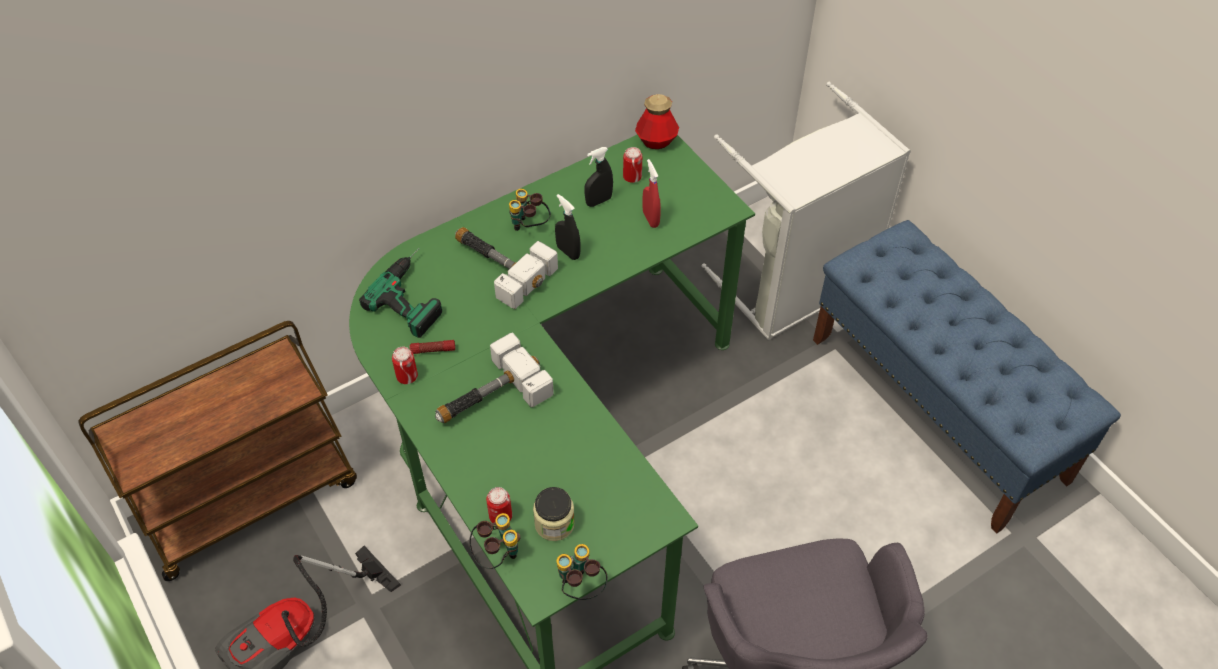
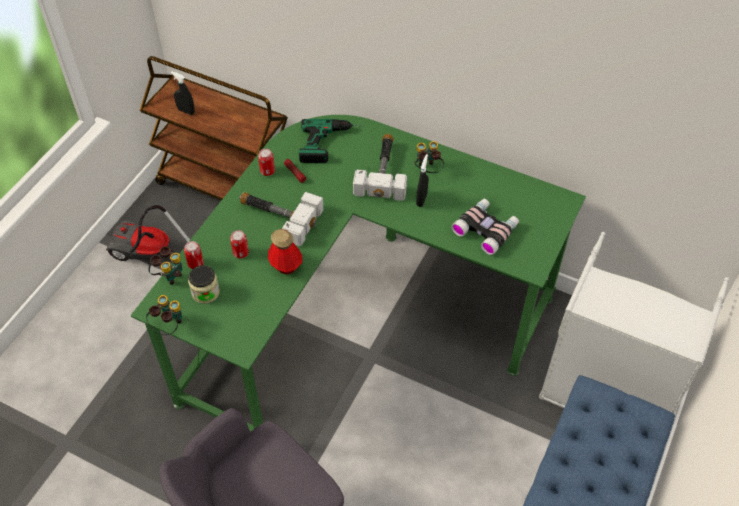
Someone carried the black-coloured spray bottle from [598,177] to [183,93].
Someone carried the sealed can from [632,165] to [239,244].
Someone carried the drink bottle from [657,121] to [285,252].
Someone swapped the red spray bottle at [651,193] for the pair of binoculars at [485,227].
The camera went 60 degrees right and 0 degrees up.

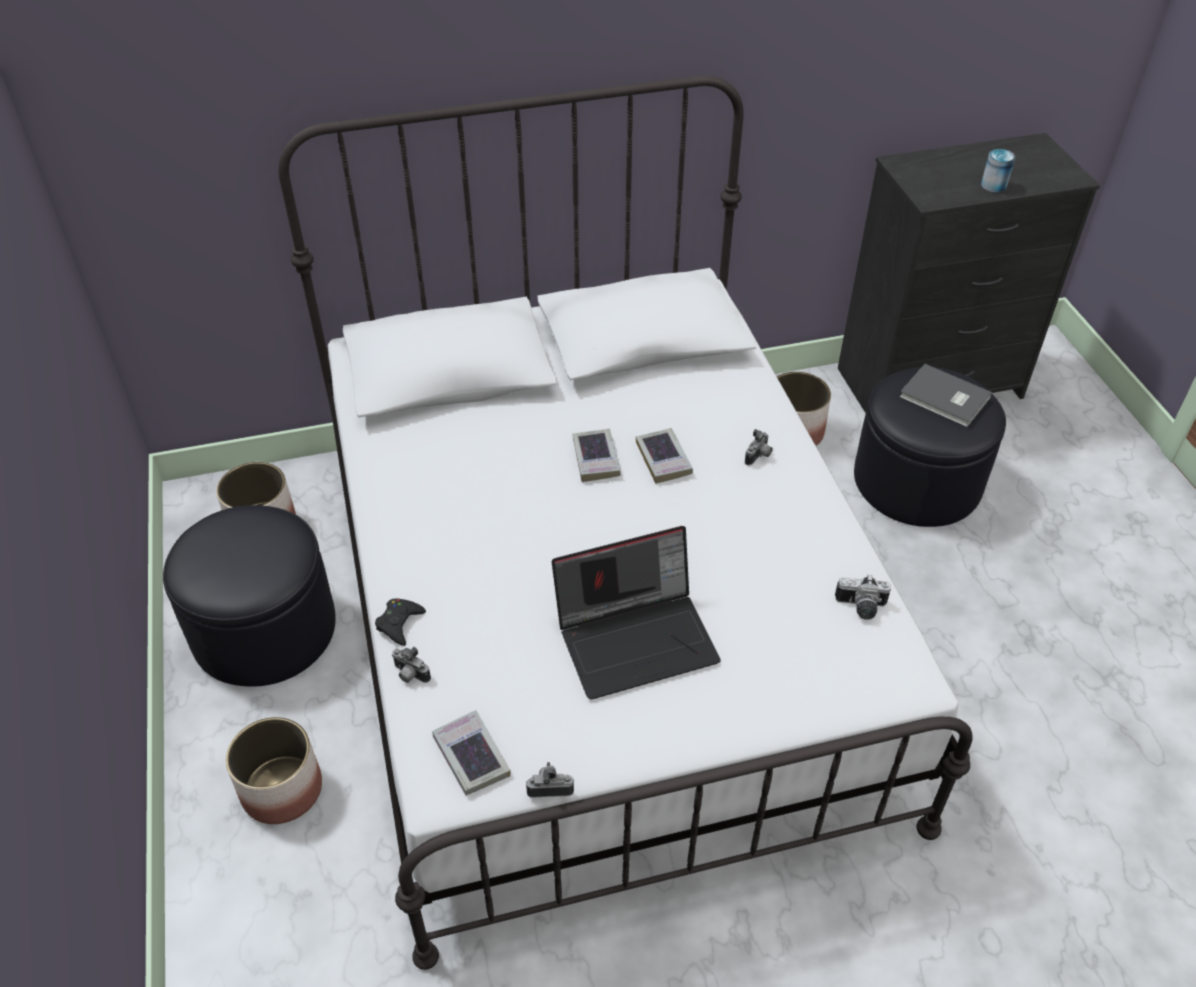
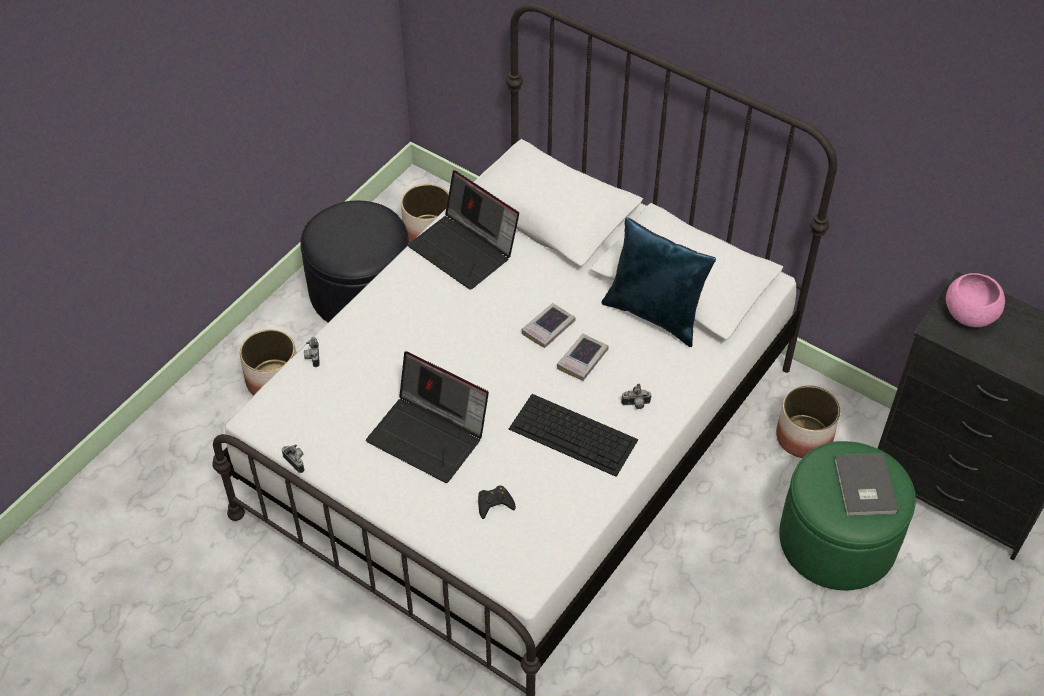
Someone put down the notebook computer at [463,230].
Someone carried the black-coloured gamepad from [400,622] to [497,502].
Someone put down the keyboard at [573,435].
Someone put down the bluish pillow at [658,282].
Someone repainted the black-coloured ottoman at [930,447], which became the green ottoman at [847,515].
Someone put down the pinkish serving bowl at [975,300].
Someone took away the volume at [471,752].
Someone took away the photo camera at [863,597].
Someone took away the sealed can at [998,170].
The camera went 50 degrees right and 5 degrees up.

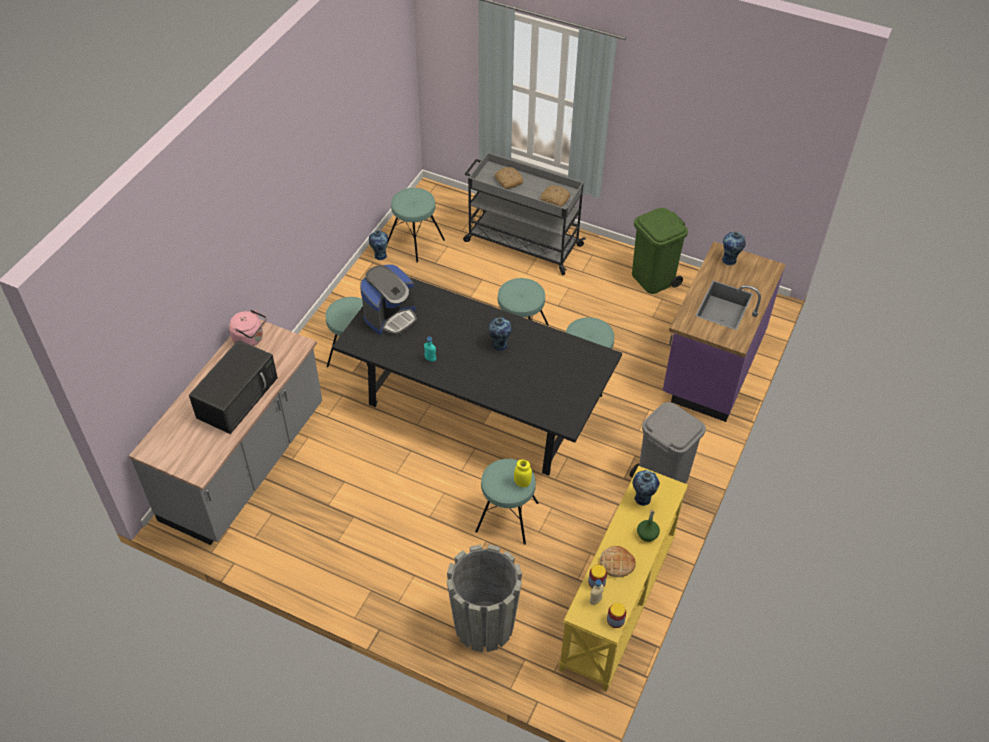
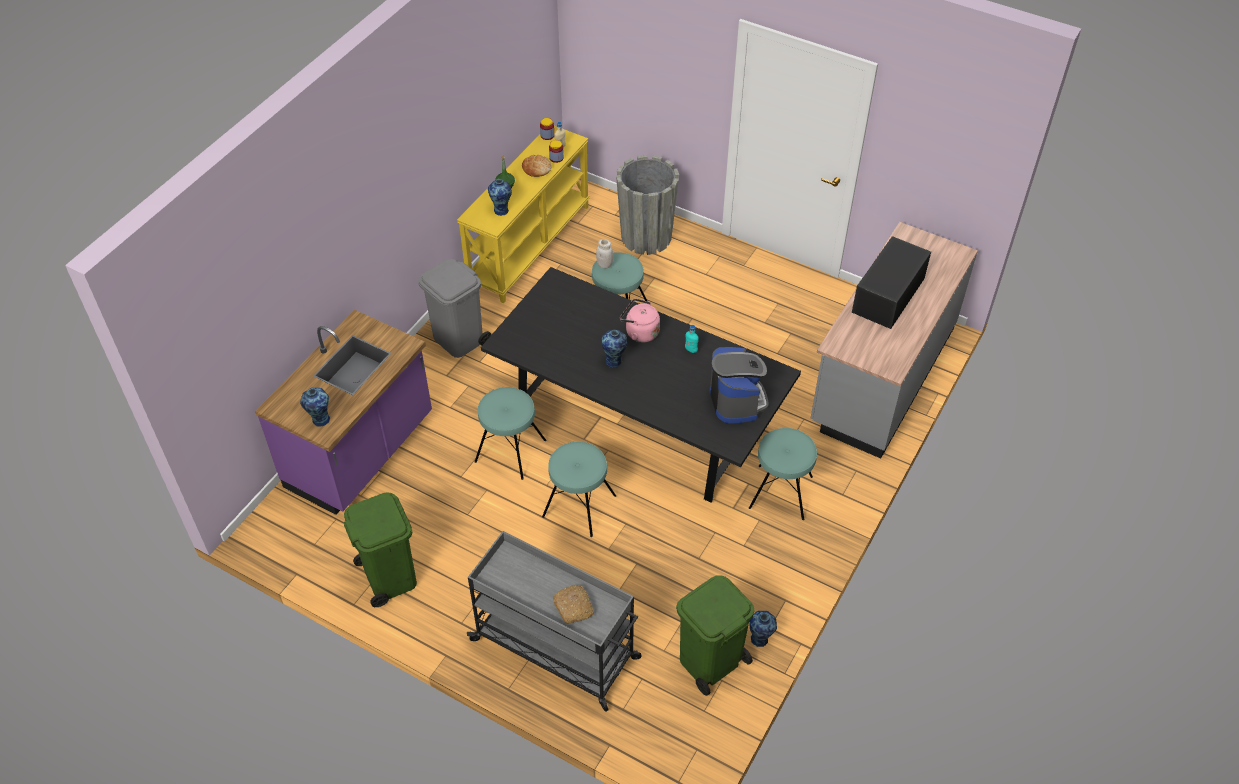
Someone repainted the yellow-coloured storage jar at [523,473], which became the white storage jar at [604,254].
Someone carried the pinkish kettle from [247,328] to [640,320].
Someone swapped the blue-green stool seat at [416,225] for the green waste bin at [715,635].
Someone rotated the coffee brewer at [388,300] by 120 degrees clockwise.
Someone took away the baked bread at [555,196].
The camera went 175 degrees left and 0 degrees up.

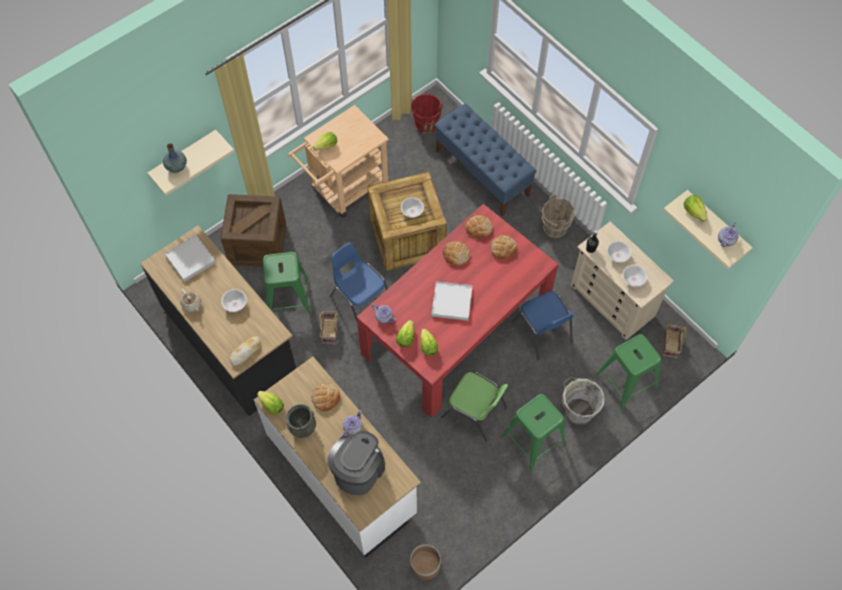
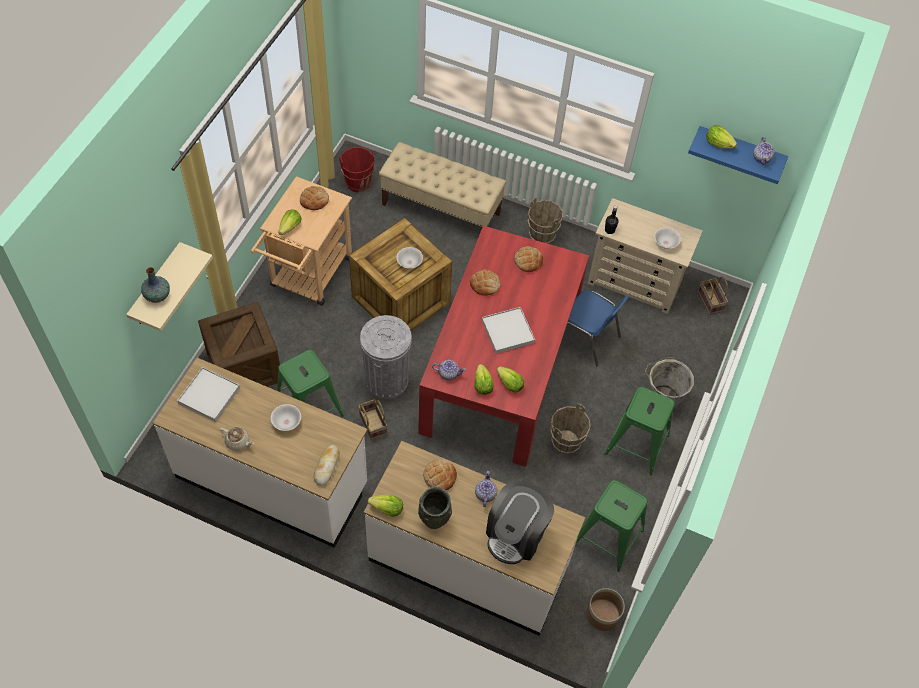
Someone repainted the black-coloured kitchen counter at [218,321], which became the white kitchen counter at [260,453].
Someone carried the baked bread from [479,227] to [314,198].
Someone swapped the bluish plain chair at [359,281] for the greyish waste bin at [386,357].
Someone repainted the bluish long seat at [485,159], which became the sand-coloured long seat at [442,186].
Someone rotated the coffee brewer at [356,463] by 150 degrees counterclockwise.
Someone swapped the green plain chair at [474,407] for the brownish pail at [570,429].
Someone carried the green stool seat from [628,372] to [612,526].
Someone repainted the sand-coloured shelf at [708,229], which became the bluish shelf at [738,155].
Someone took away the white serving bowl at [619,251].
The camera went 30 degrees left and 5 degrees down.

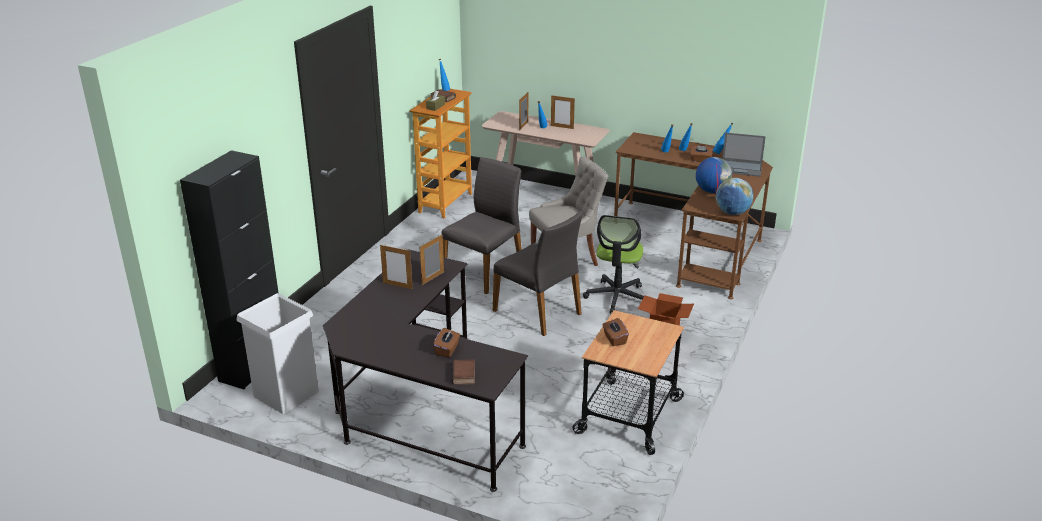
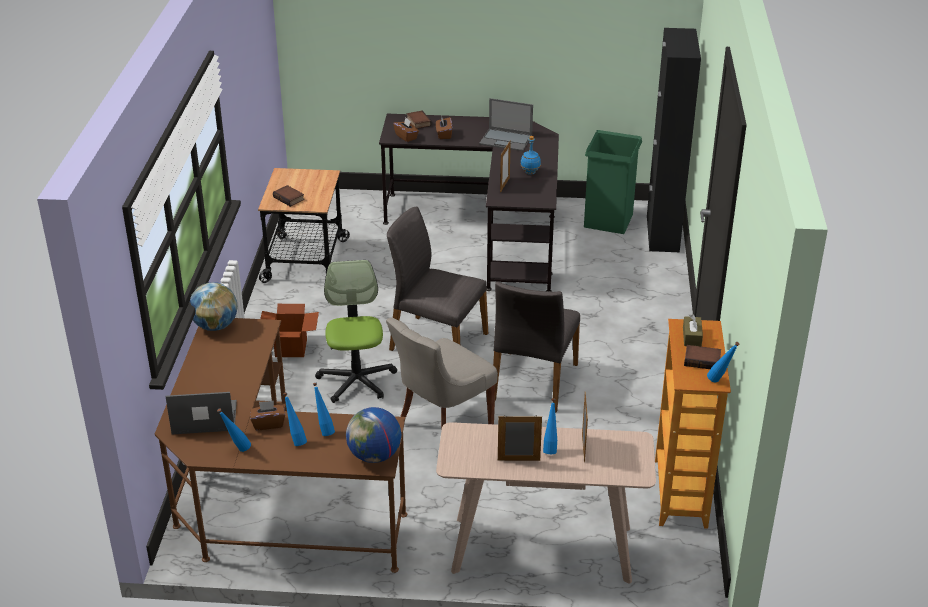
Someone put down the volume at [288,196].
Someone carried the globe from [714,175] to [373,435].
Someone carried the brownish tissue holder from [615,332] to [406,130].
Someone put down the notebook computer at [506,124].
Someone swapped the picture frame at [396,267] for the bluish drink bottle at [530,155].
Someone repainted the white waste bin at [277,353], which became the green waste bin at [613,182].
The camera went 160 degrees right and 5 degrees up.

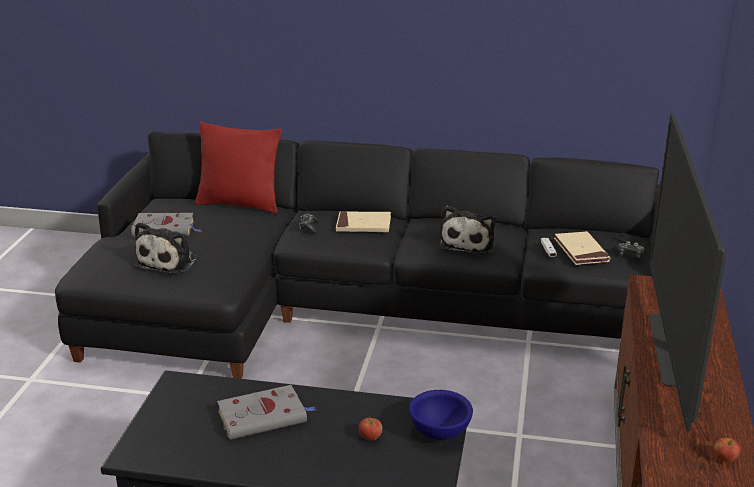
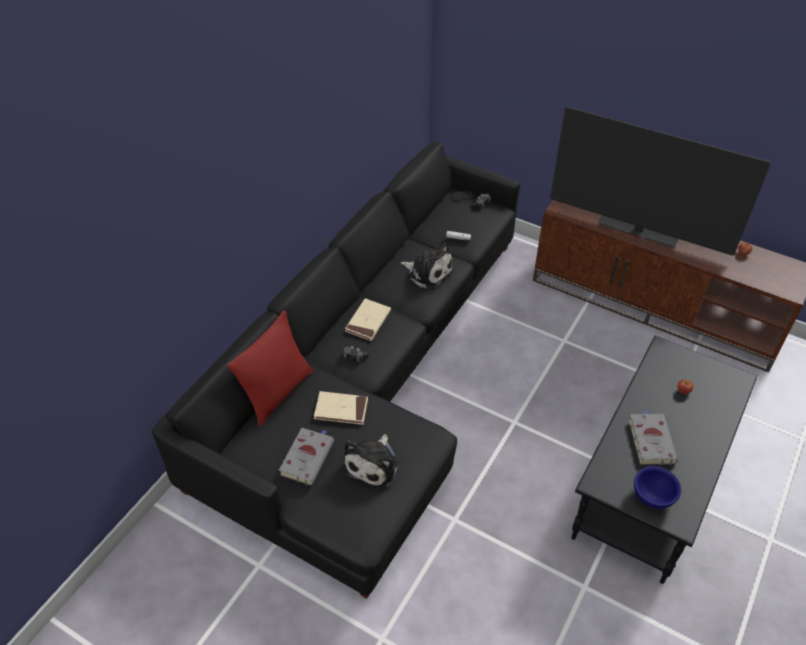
Someone carried the sand-coloured volume from [582,248] to [341,408].
Someone rotated the plush toy at [165,248] by 75 degrees clockwise.
Someone carried the bluish serving bowl from [441,415] to [657,487].
The camera went 70 degrees left and 20 degrees up.

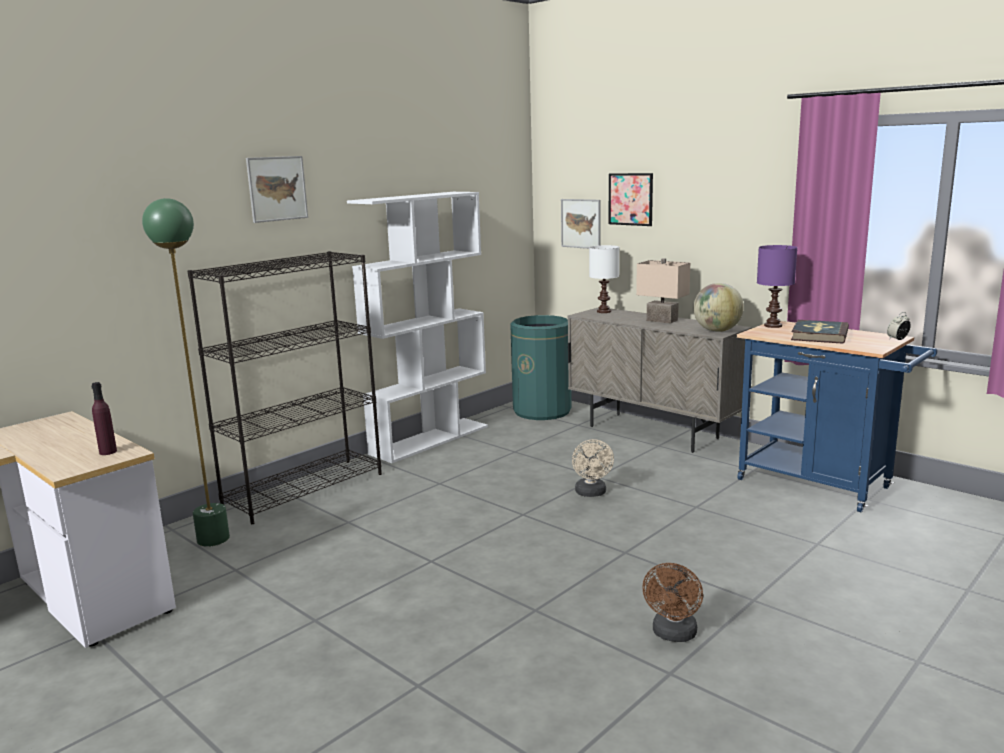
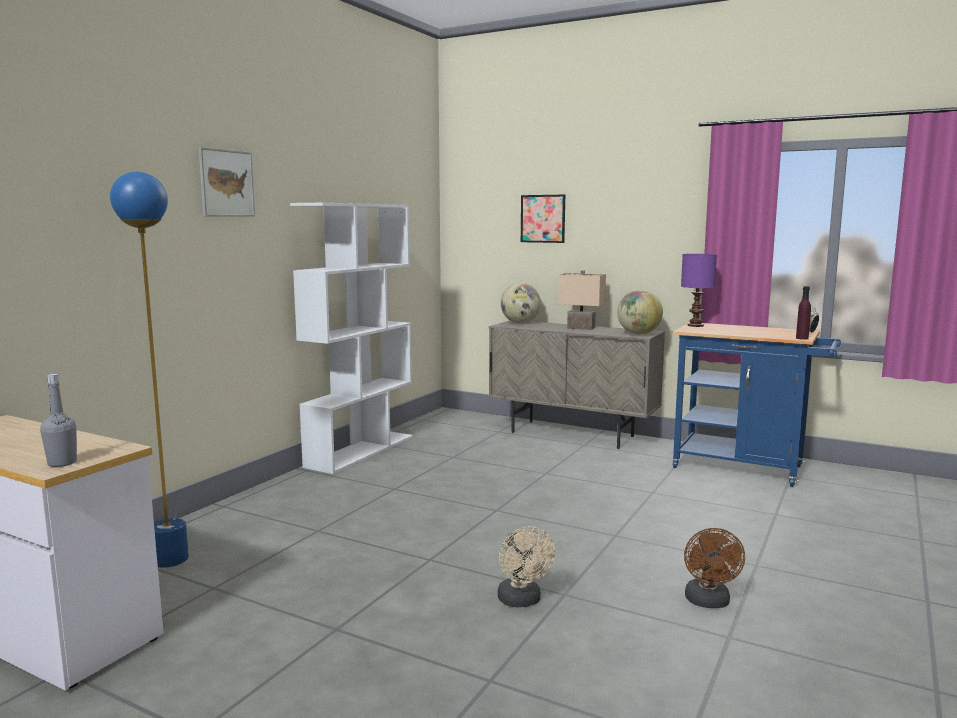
Someone put down the greyish drink bottle at [58,420].
Someone repainted the green standing lamp at [186,372], which became the bluish standing lamp at [149,370].
Someone carried the sand-coloured cooling fan from [593,468] to [526,567].
Someone swapped the white tabletop lamp at [604,279] for the globe at [521,303].
Someone carried the purple-coloured drink bottle from [104,418] to [803,313].
Someone took away the black-coloured bookshelf at [285,387].
Someone took away the green waste bin at [541,367].
Someone took away the picture at [581,224].
Someone took away the volume at [820,332].
The camera went 15 degrees left and 5 degrees down.

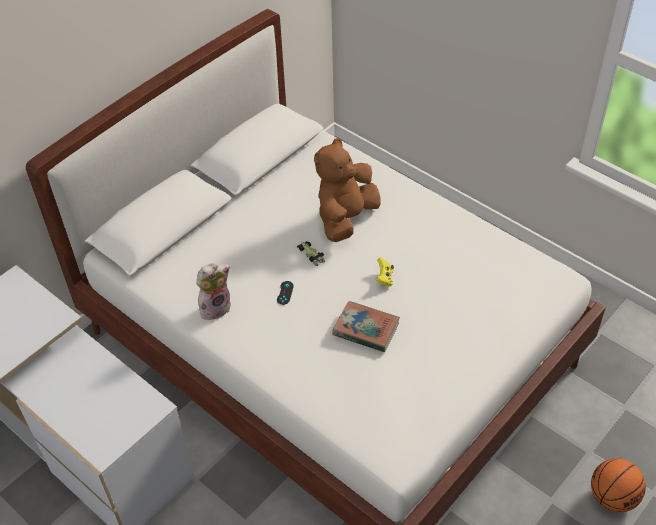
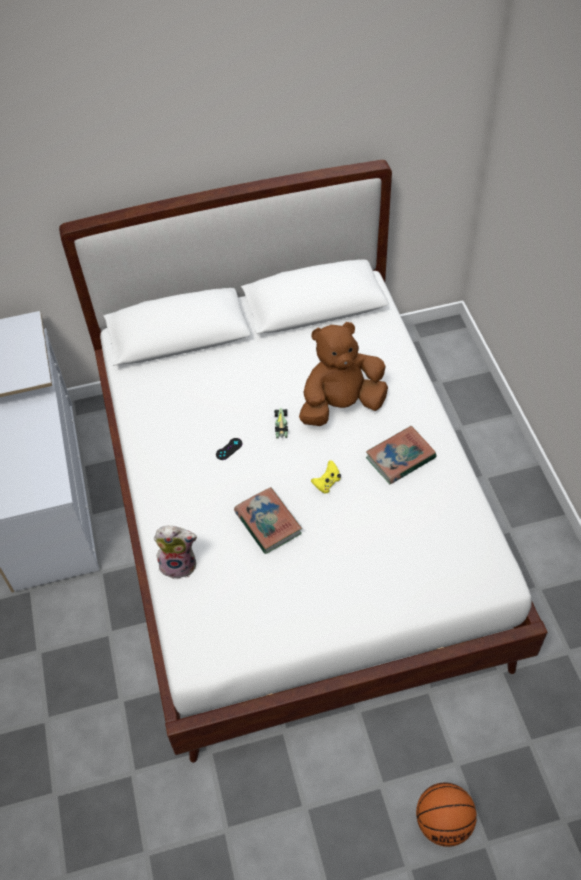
Someone carried the plush toy from [213,291] to [175,552].
Someone put down the volume at [401,455].
The camera went 35 degrees right and 5 degrees up.

